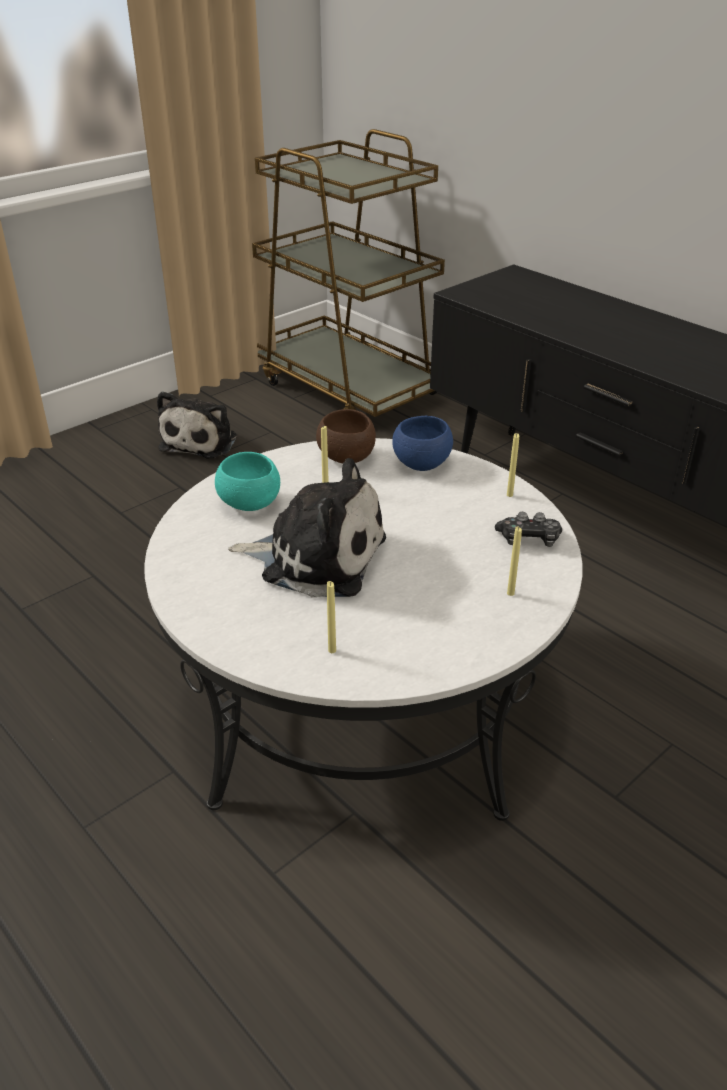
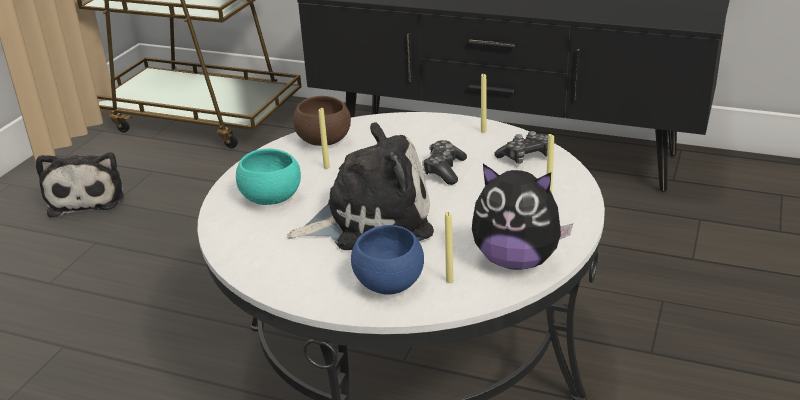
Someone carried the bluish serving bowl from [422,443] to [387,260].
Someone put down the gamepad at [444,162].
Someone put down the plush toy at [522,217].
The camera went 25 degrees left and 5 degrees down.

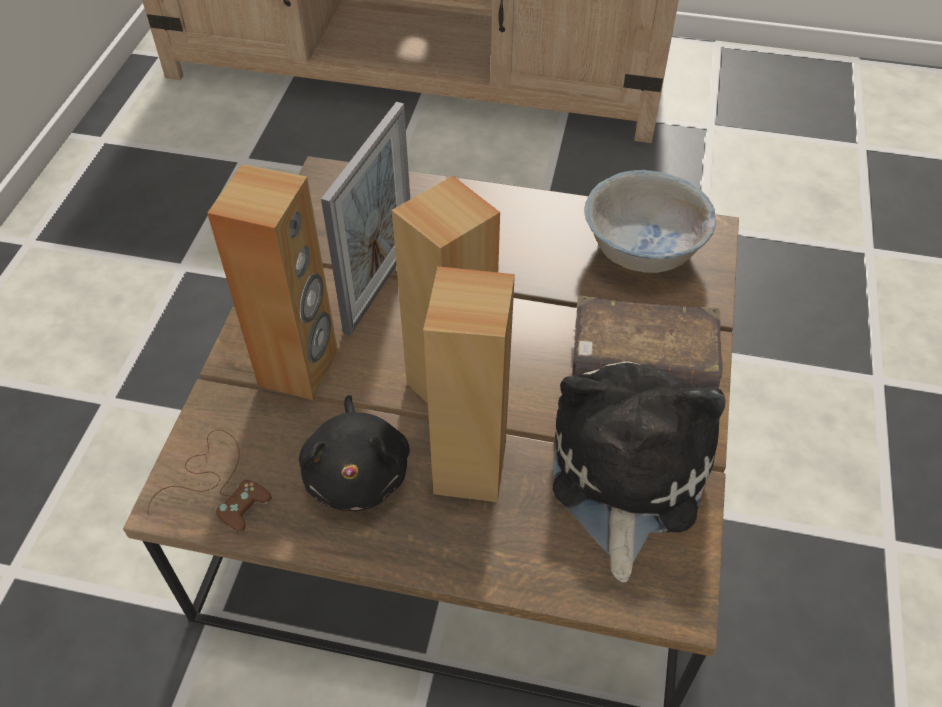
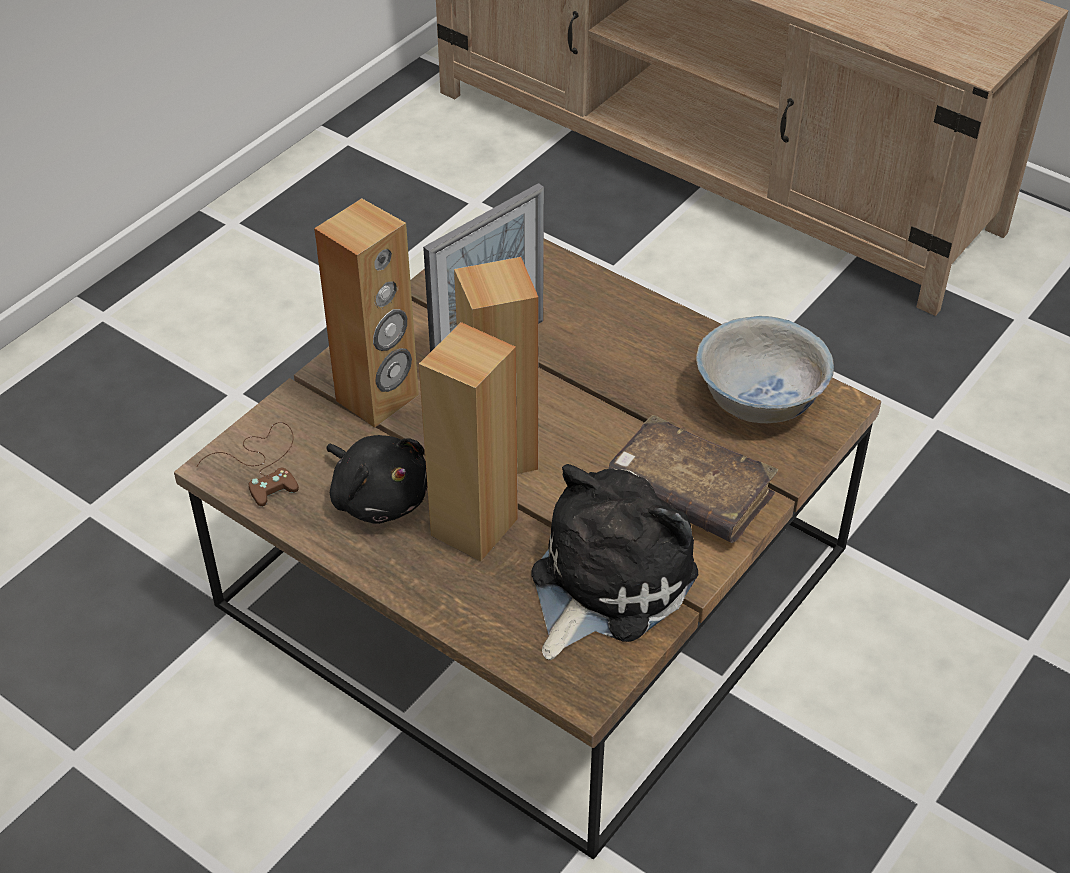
Someone rotated the black-coloured plush toy at [354,453] by 60 degrees counterclockwise.
The camera went 25 degrees right and 5 degrees down.

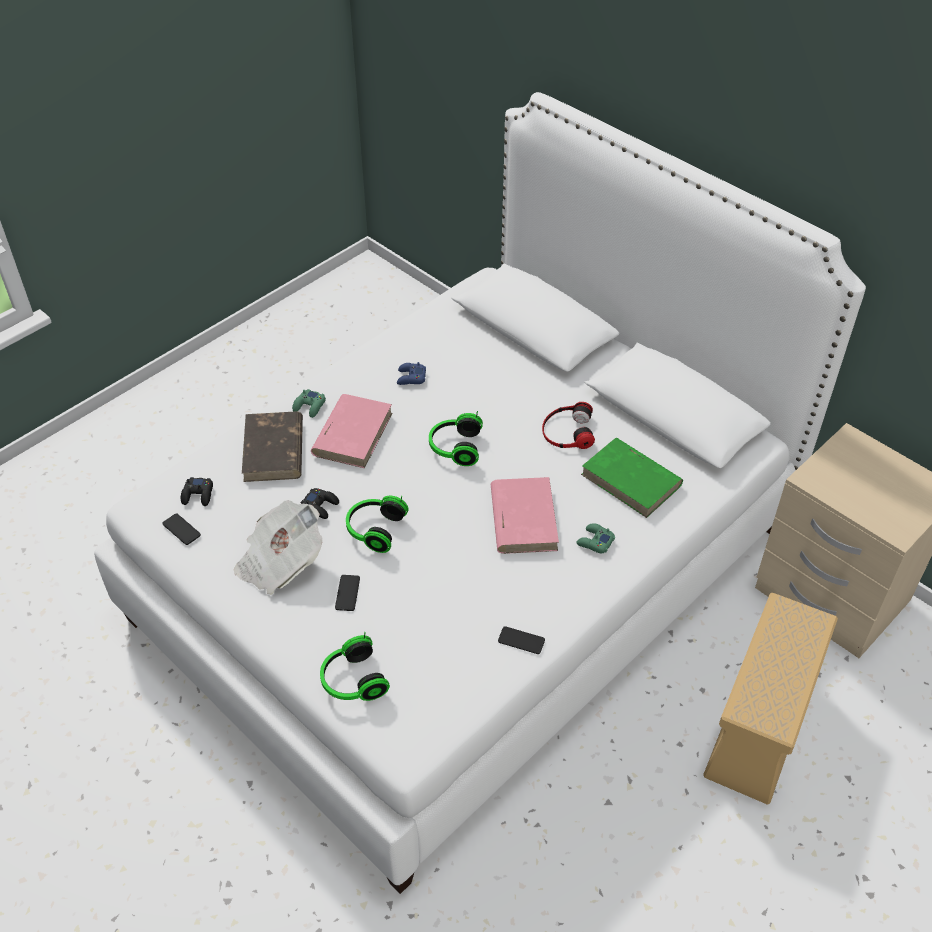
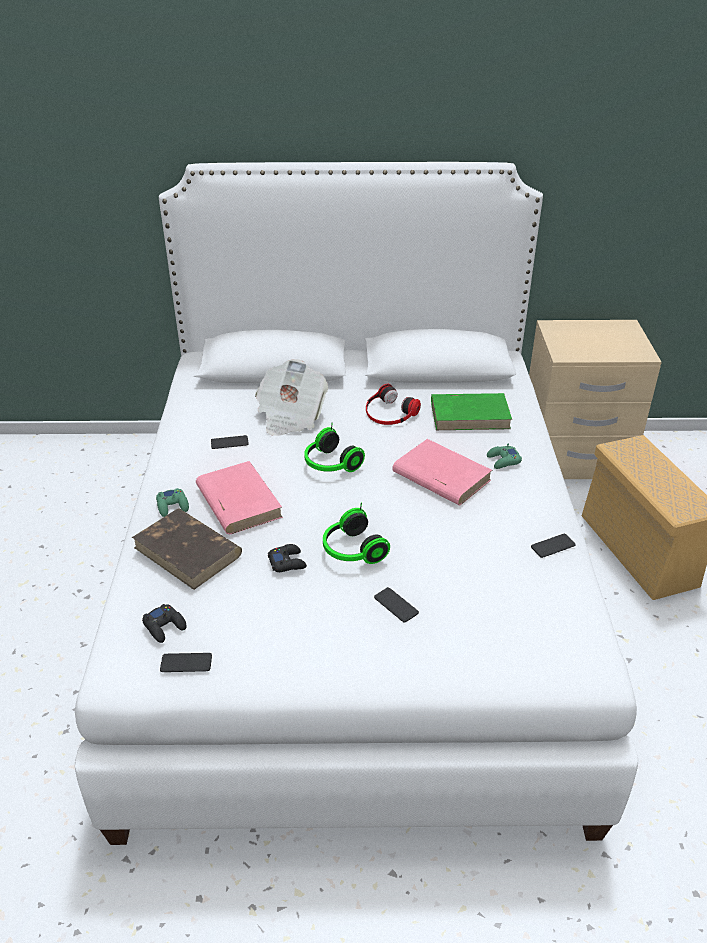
Someone swapped the bluish gamepad at [411,373] for the telephone at [230,442].
Someone carried the daily paper from [278,547] to [291,397].
Someone took away the headset at [355,666].
The camera went 45 degrees left and 10 degrees down.

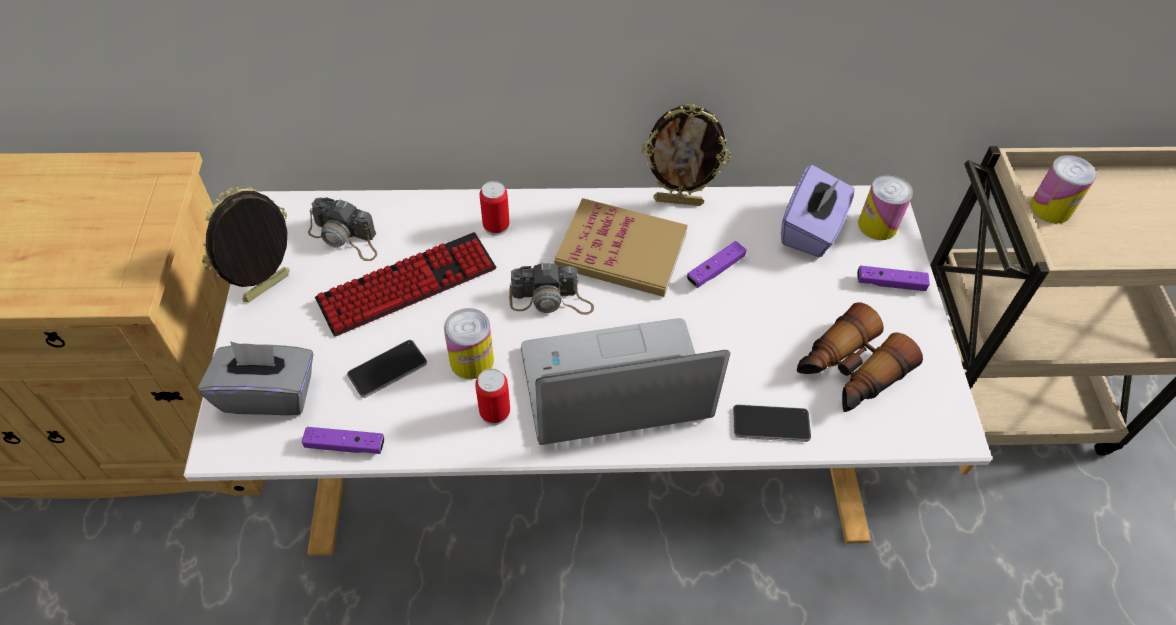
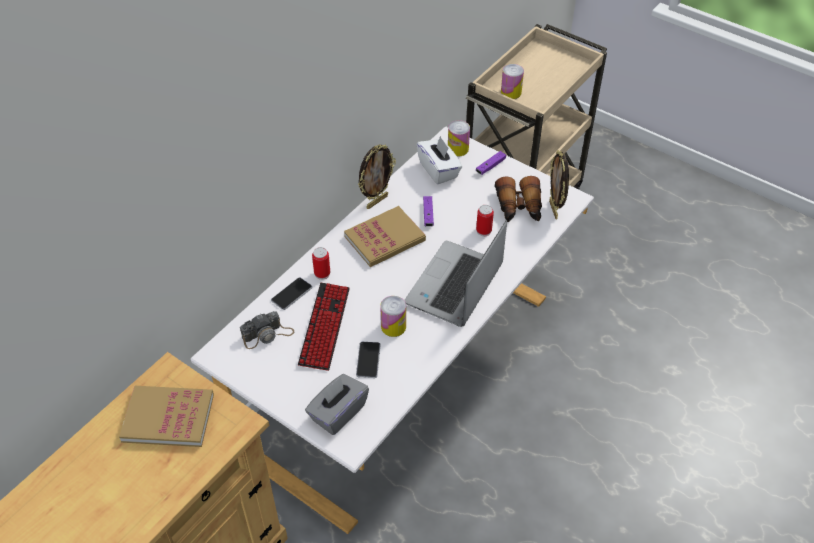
Someone put down the volume at [166,416].
Someone carried the telephone from [772,423] to [291,293].
Someone repainted the purple-coloured tissue holder at [818,211], which became the white tissue holder at [439,160].
Someone carried the sealed can from [492,397] to [485,220].
Someone carried the picture frame from [246,244] to [559,184].
Someone took away the purple-coloured gamepad at [343,440].
Someone took away the photo camera at [551,288].
The camera went 50 degrees left and 5 degrees down.

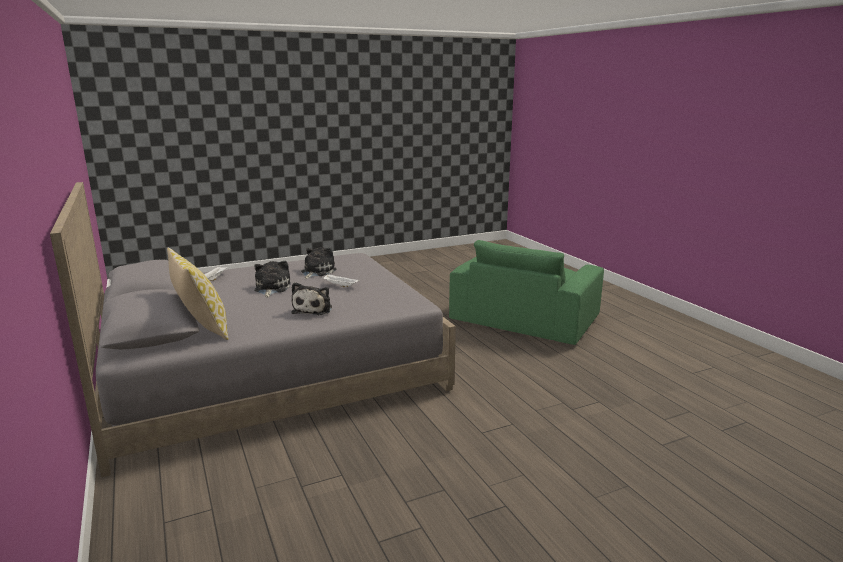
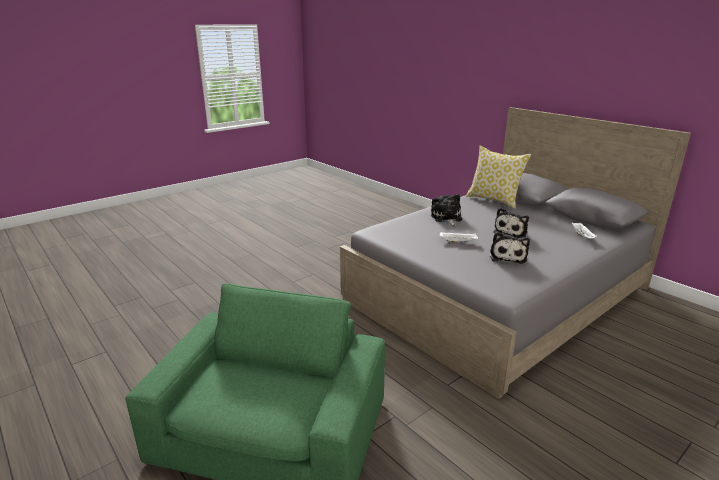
Someone rotated the plush toy at [272,279] by 45 degrees clockwise.
The camera went 165 degrees right and 5 degrees up.

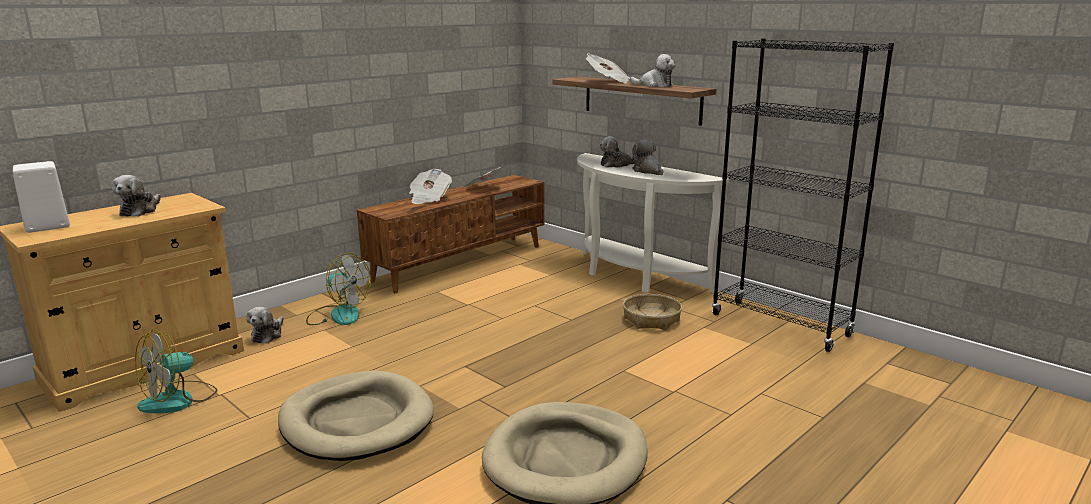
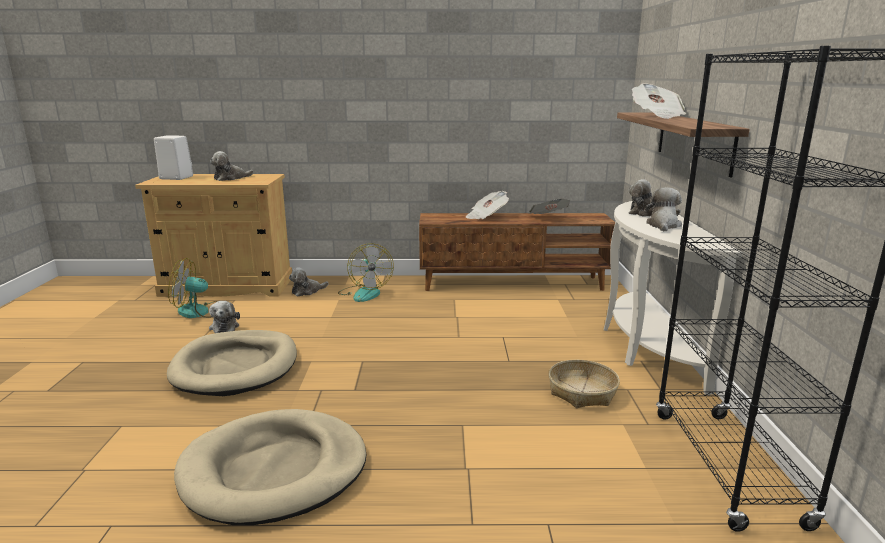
Someone carried the plush toy from [652,70] to [224,317].
The camera went 45 degrees right and 0 degrees up.

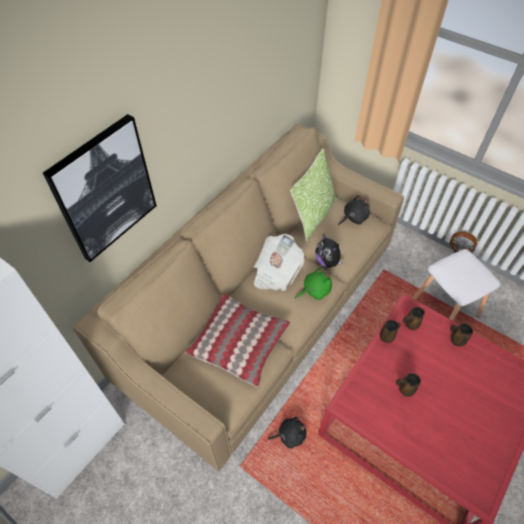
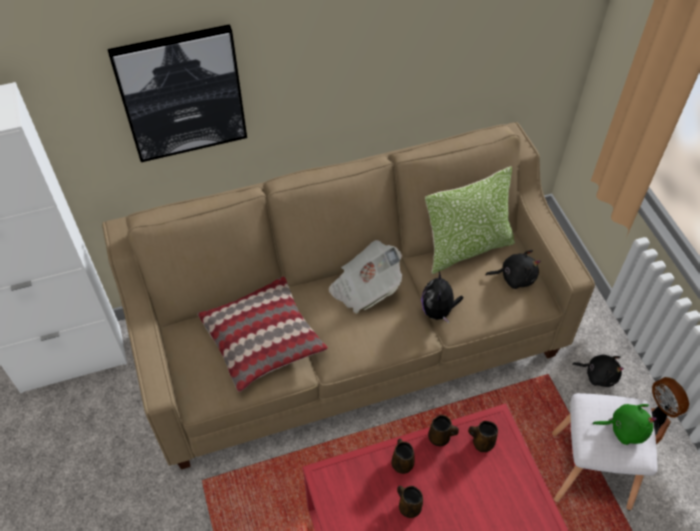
Someone carried the brownish tea mug from [461,335] to [403,456].
Someone carried the black-coloured plush toy from [287,433] to [598,371].
Someone carried the green plush toy from [313,283] to [624,424].
The camera went 35 degrees right and 0 degrees up.

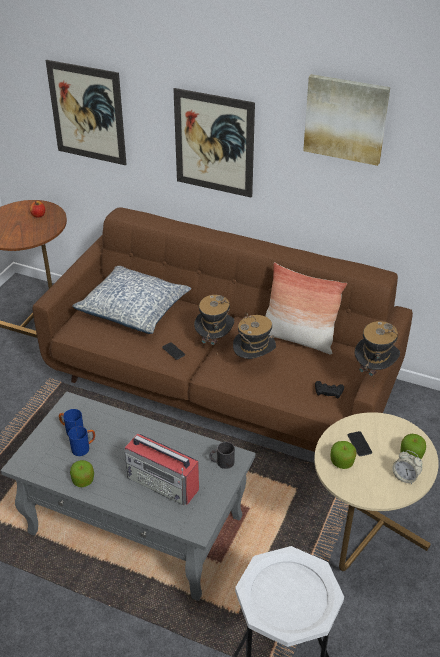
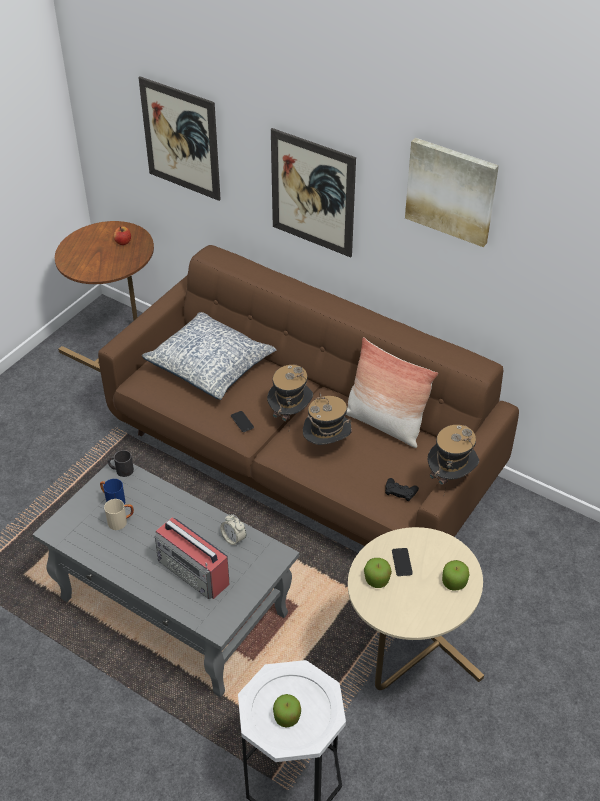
Someone repainted the bluish tea mug at [81,441], which became the sand-coloured tea mug at [119,514].
Someone carried the black-coloured tea mug from [222,455] to [121,463].
Someone carried the alarm clock from [407,467] to [233,530].
Someone carried the whole apple from [82,473] to [287,711].
The camera went 10 degrees right and 5 degrees up.

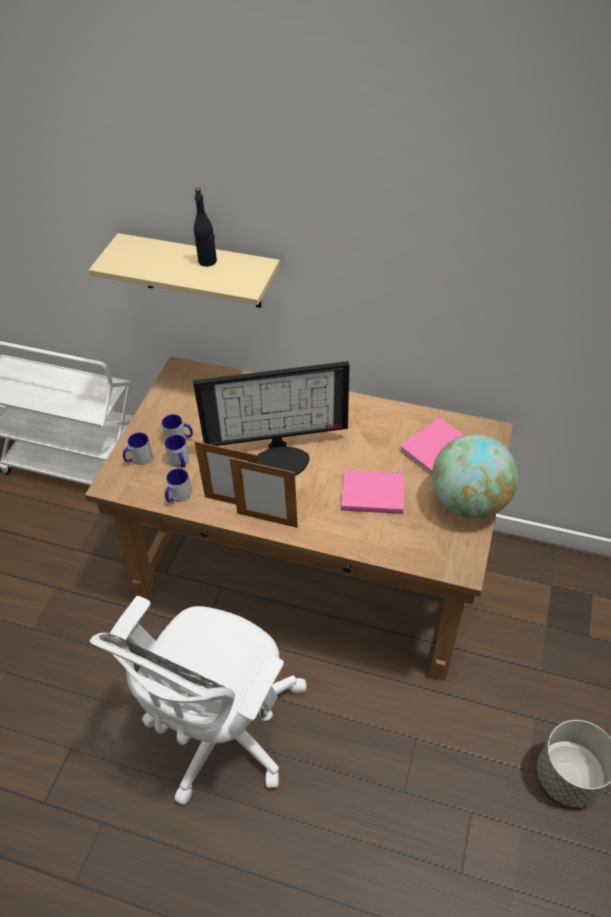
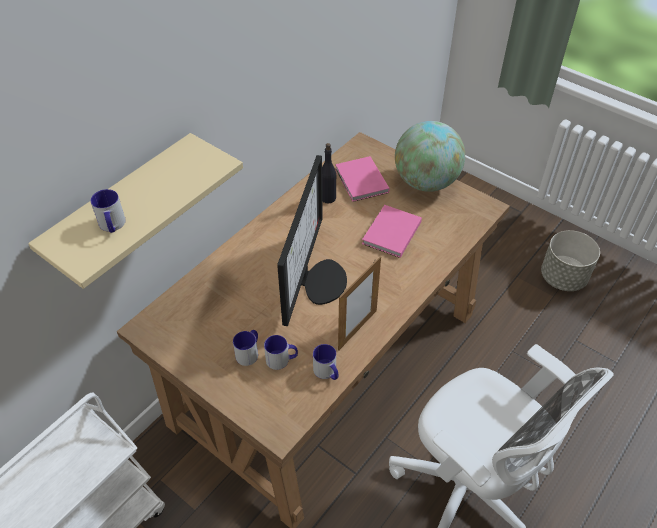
Someone carried the tea mug from [138,448] to [108,211].
Someone carried the black-coloured drink bottle from [205,227] to [329,173].
Someone took away the picture frame at [263,492].
The camera went 70 degrees left and 0 degrees up.

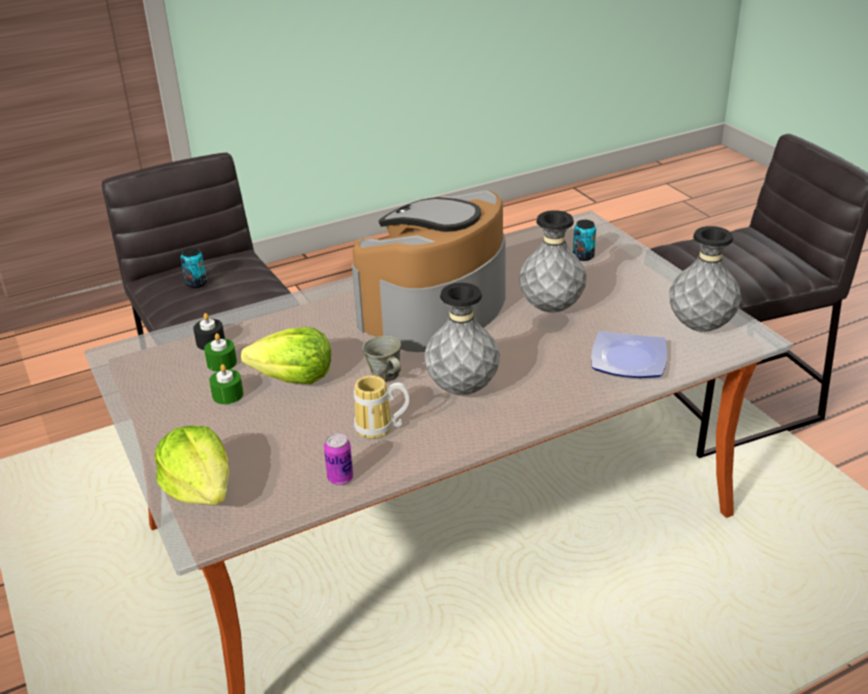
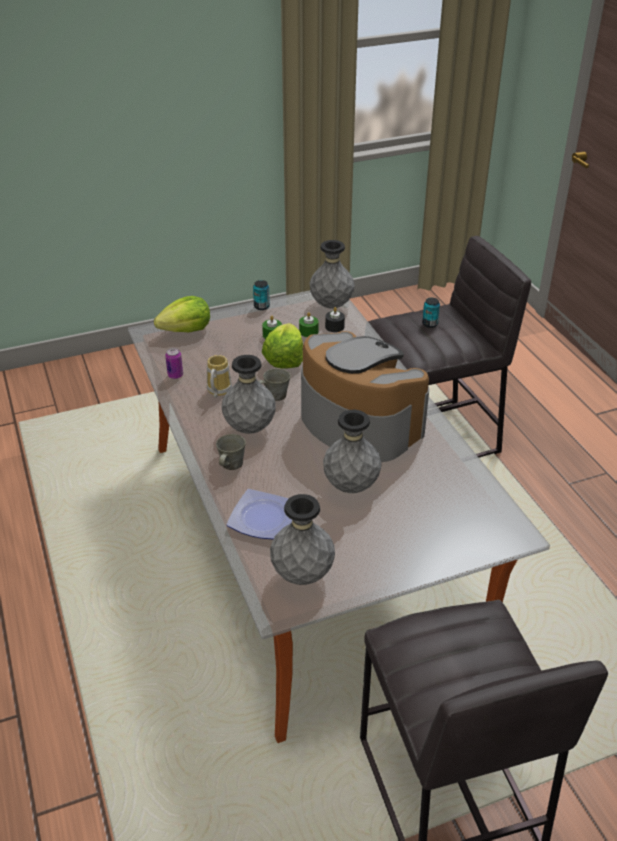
Someone put down the greyish tea mug at [231,452].
Someone carried the sealed can from [584,240] to [261,295].
Someone put down the greyish decorative vase at [332,274].
The camera went 95 degrees right and 5 degrees up.

